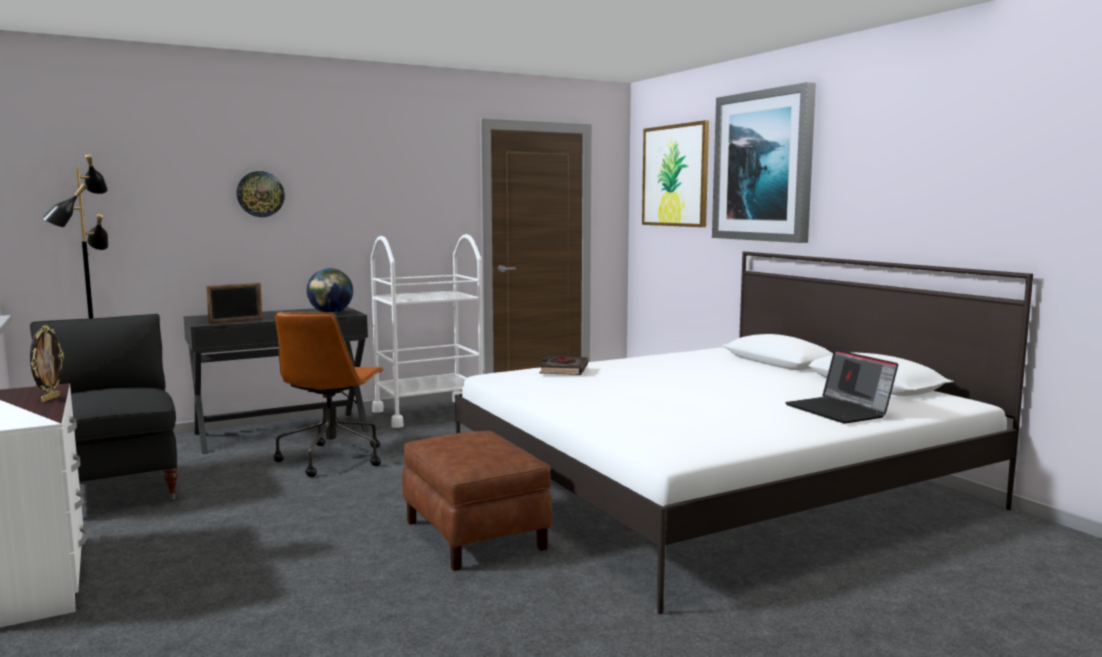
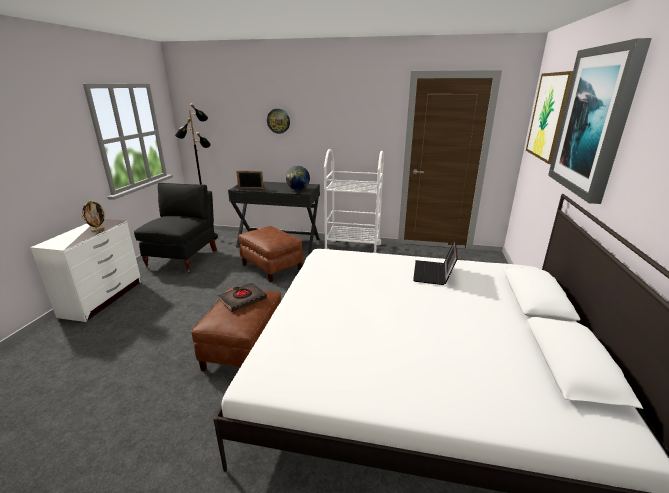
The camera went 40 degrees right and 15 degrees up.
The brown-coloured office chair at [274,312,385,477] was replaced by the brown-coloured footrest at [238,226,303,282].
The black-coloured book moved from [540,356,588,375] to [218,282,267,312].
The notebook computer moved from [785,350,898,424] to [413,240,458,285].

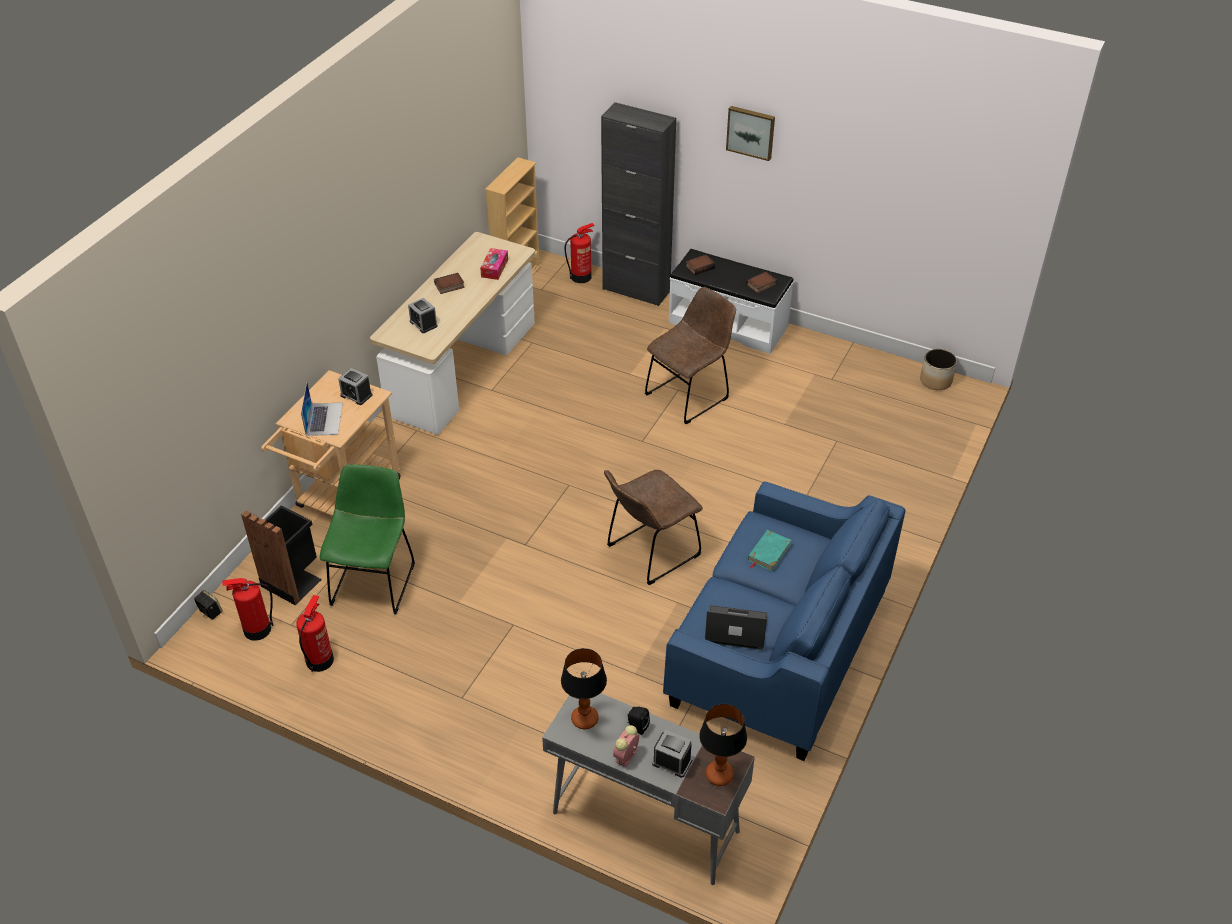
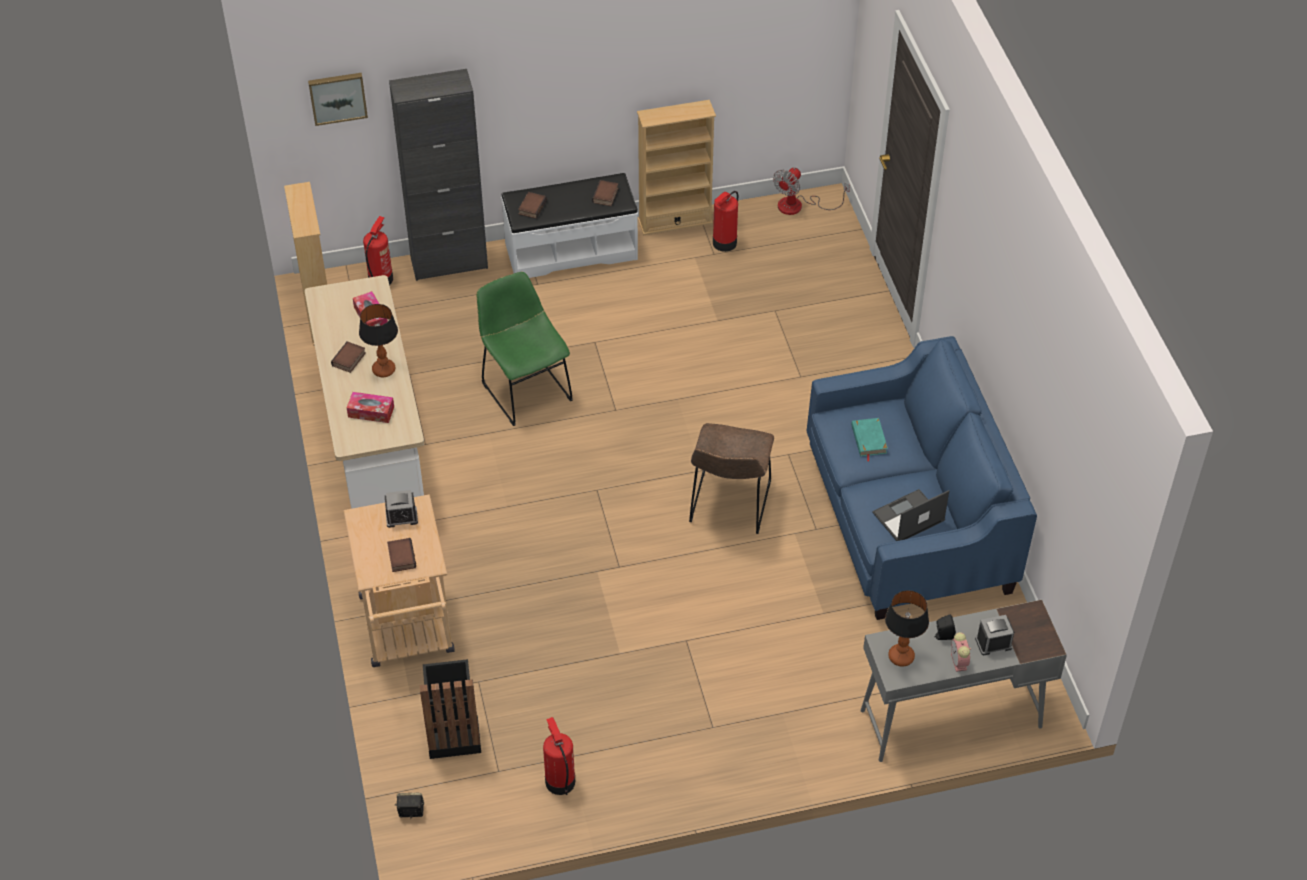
The camera went 40 degrees left and 5 degrees up.
The extinguisher moved from [222,578,273,641] to [713,191,738,252].
The notebook computer at [301,383,343,436] was replaced by the book at [387,538,416,572].
The green-coloured chair moved from [320,464,415,614] to [477,272,573,426].
The bedside clock at [408,298,438,333] was replaced by the box of tissues at [347,392,394,423].
The brown-coloured chair at [645,287,736,424] disappeared.
The tabletop lamp moved from [699,704,747,786] to [359,304,398,377].
The wall picture moved from [726,106,775,161] to [308,73,368,126].
The plant pot at [920,349,957,390] was replaced by the cooling fan at [773,168,850,215].
The beige-coloured shelving unit at [637,100,716,235] appeared.

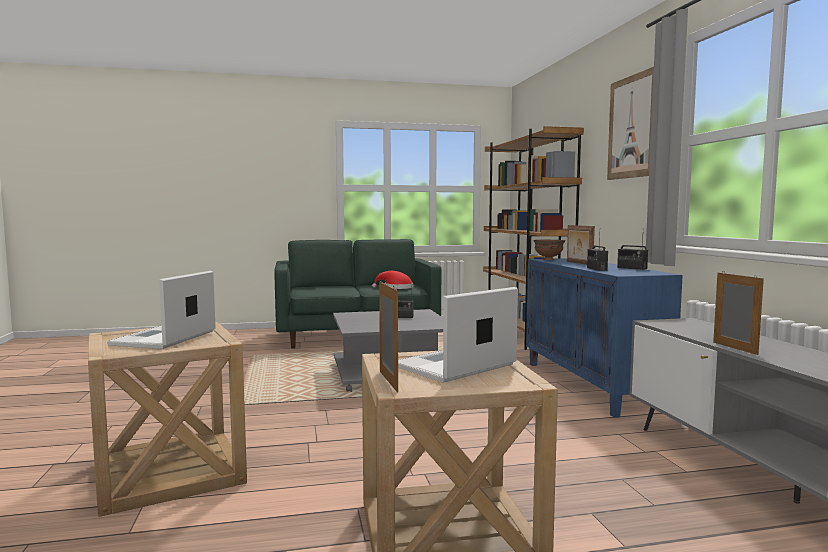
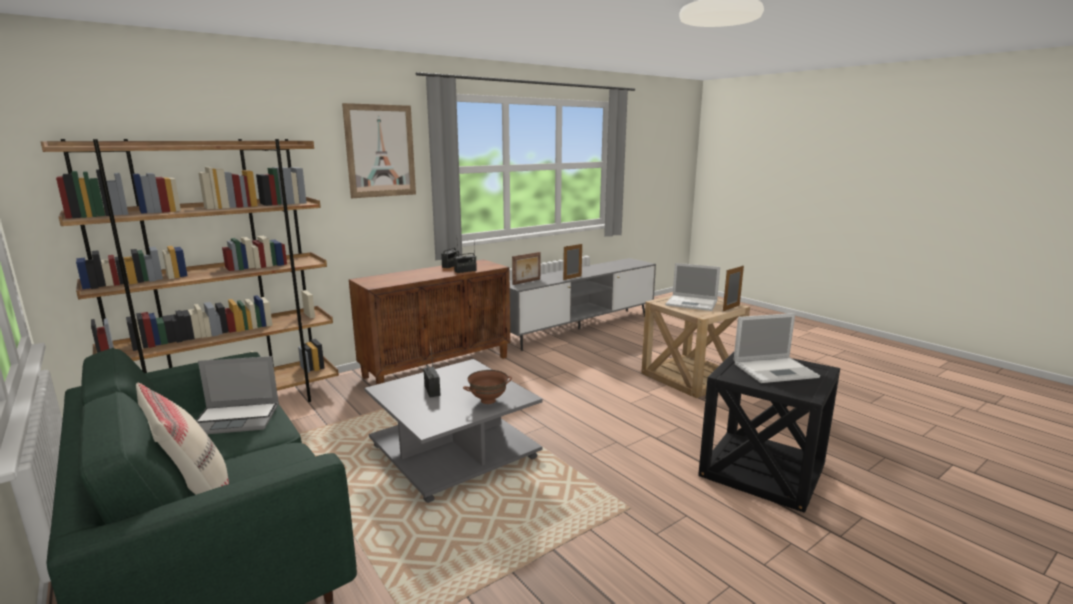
The camera went 115 degrees left and 10 degrees up.
The beige-coloured end table at [88,322,247,517] became the black-coloured end table at [698,352,840,513].
The reddish wearable hat at [372,271,413,289] was replaced by the notebook computer at [196,356,279,434].
The blue-coloured cupboard at [526,258,683,418] became the brown-coloured cupboard at [349,259,510,384].
The brown-coloured serving bowl moved from [533,240,565,260] to [463,370,512,404].
The photo frame moved from [567,225,595,265] to [512,252,540,285].
The beige-coloured throw pillow at [136,382,229,495] appeared.

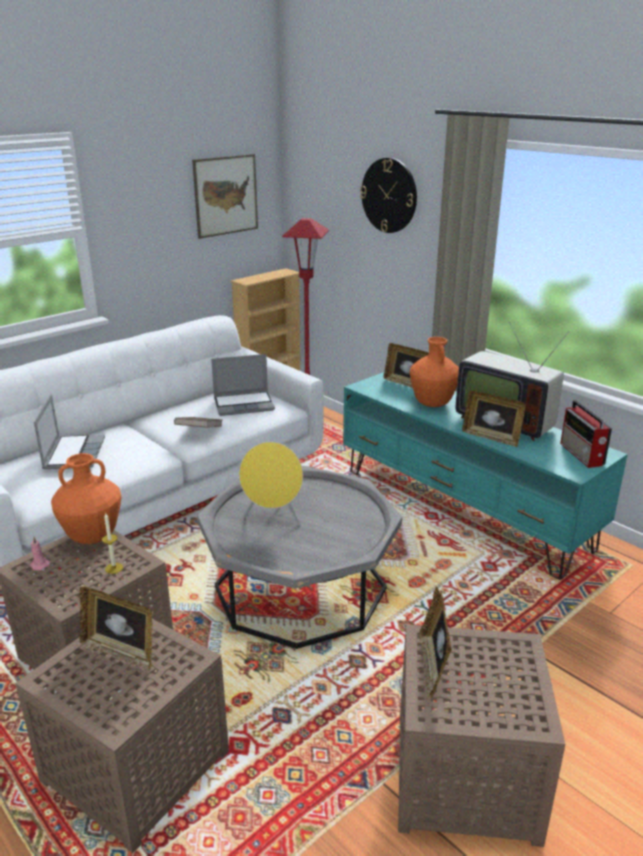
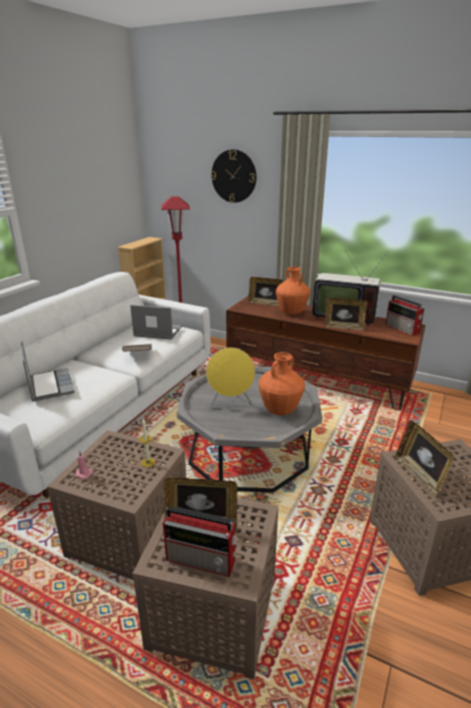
The camera went 20 degrees left and 0 degrees up.
The orangey vase moved from [51,453,122,544] to [259,352,305,415].
The wall picture at [192,154,258,239] disappeared.
The notebook computer at [211,354,275,416] turned 135 degrees counterclockwise.
The turquoise-coloured tv stand at [343,372,628,580] became the brown-coloured tv stand at [226,295,426,411].
The radio set at [163,506,238,577] appeared.

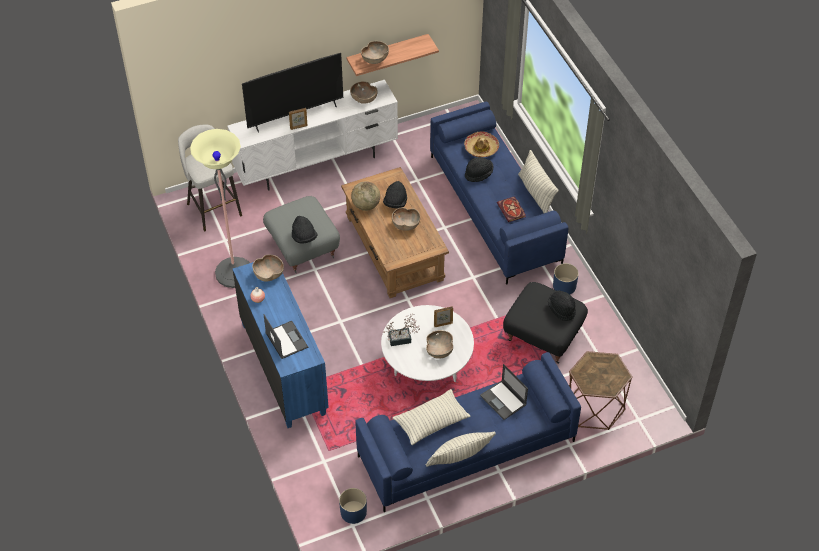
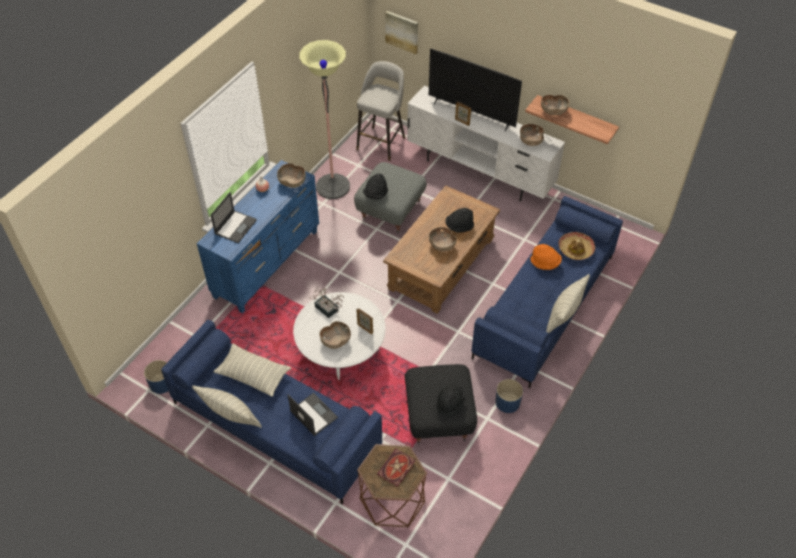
The camera went 55 degrees right and 0 degrees up.
The world globe at [351,181,380,211] disappeared.
The black-coloured wearable hat at [465,157,493,182] became the orangey wearable hat at [530,244,562,270].
The notebook computer at [480,364,528,420] turned 120 degrees clockwise.
The book moved from [497,196,526,222] to [377,449,415,487].
The wall picture at [385,11,418,54] appeared.

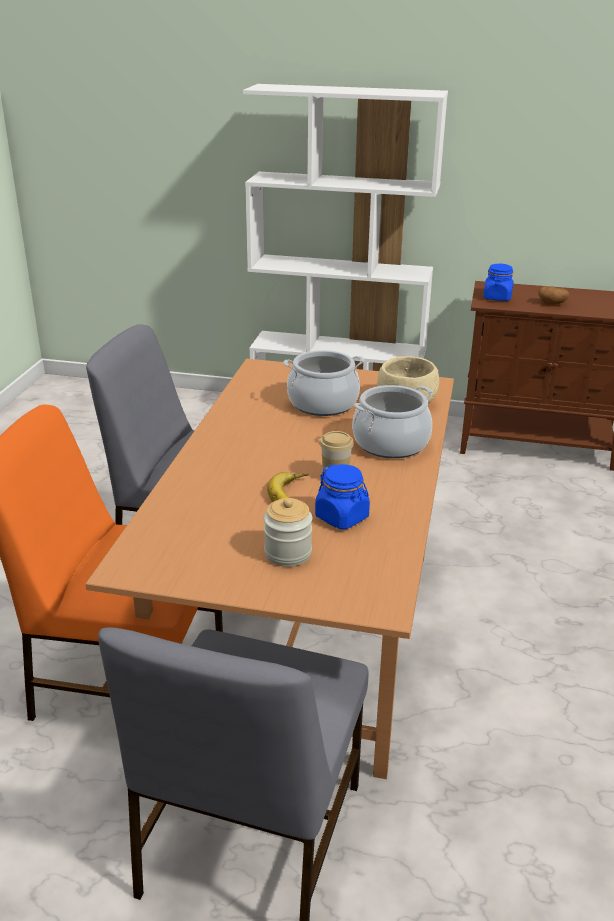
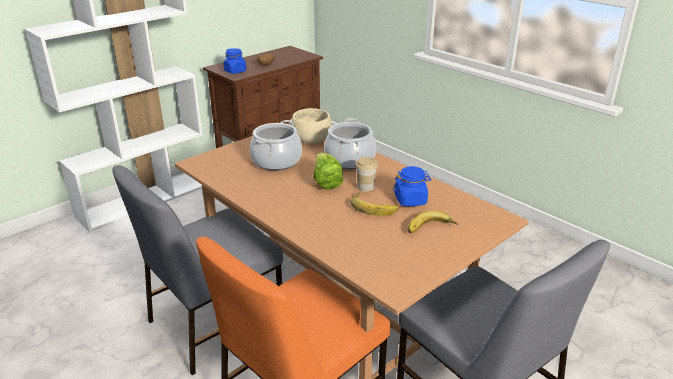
The camera went 55 degrees left and 0 degrees up.
The storage jar at [264,498,312,567] was replaced by the whole banana at [408,210,458,233].
The head of lettuce at [313,153,343,189] appeared.

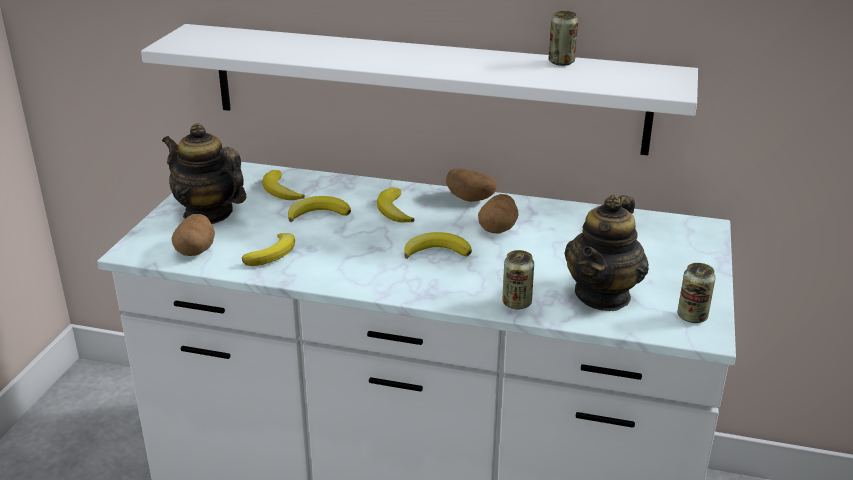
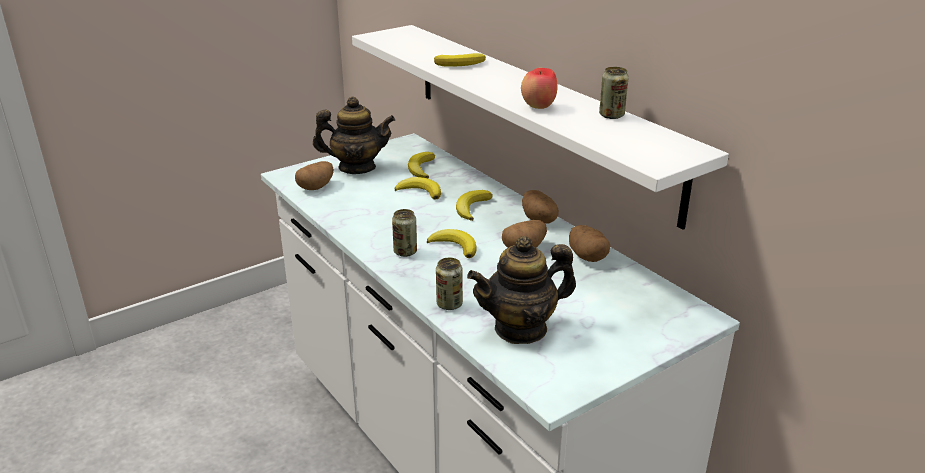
The camera went 40 degrees right and 0 degrees up.
The teapot at [162,123,246,224] turned 105 degrees clockwise.
The whole banana moved from [242,233,295,266] to [434,53,486,67].
The sealed can moved from [678,263,716,323] to [392,209,417,257].
The whole apple at [521,68,557,109] appeared.
The whole potato at [569,225,610,262] appeared.

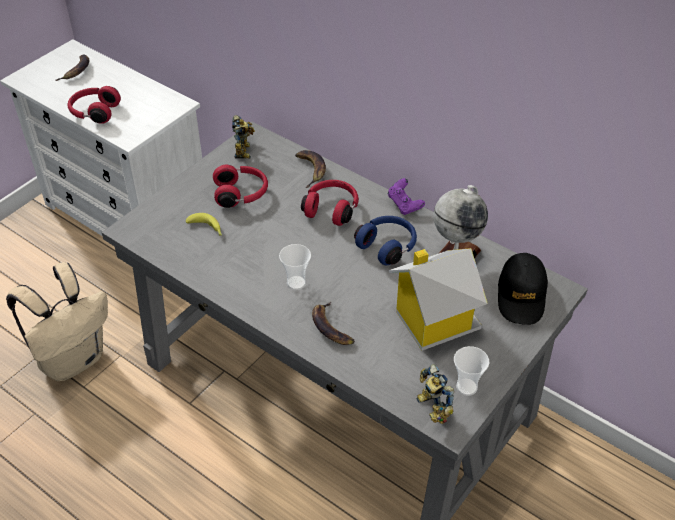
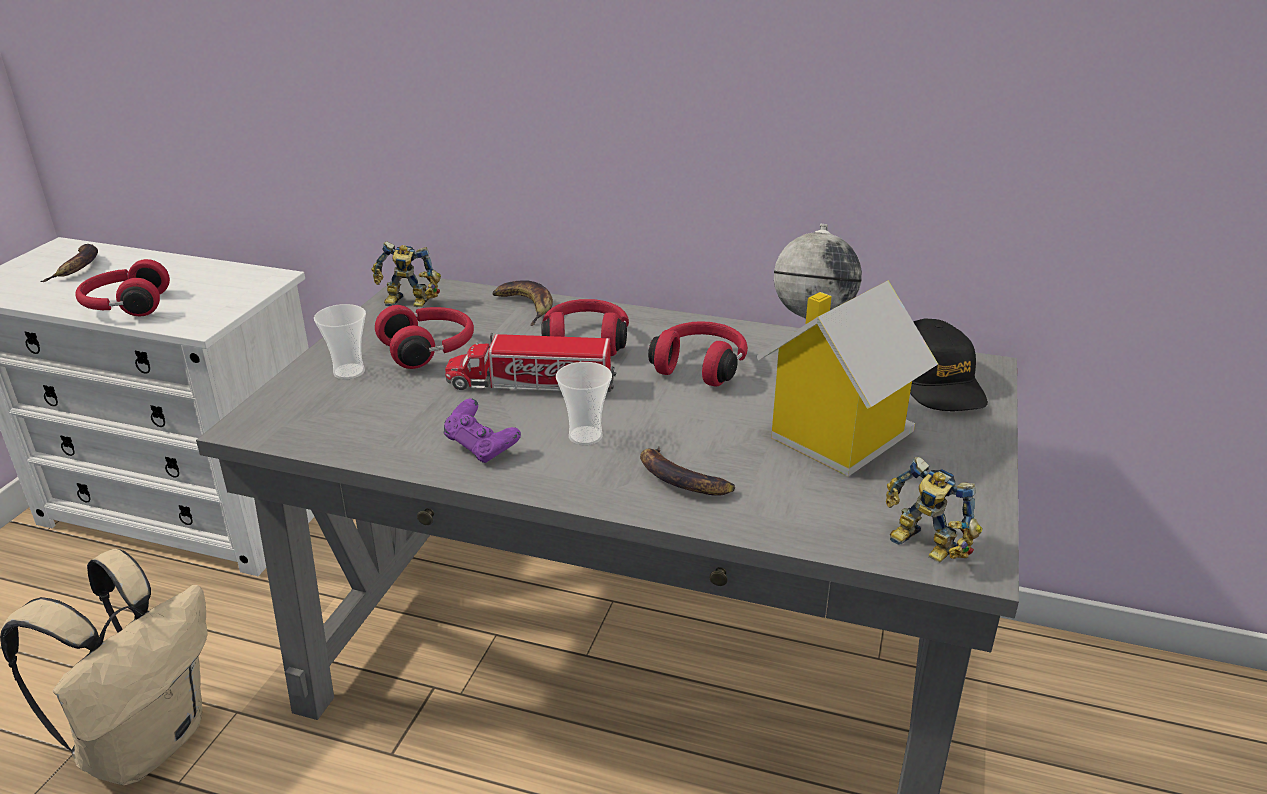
The camera went 20 degrees left and 15 degrees down.
The whole banana at [186,213,222,236] disappeared.
The toy robot at [232,115,255,159] turned 120 degrees clockwise.
The blue-coloured pair of headphones at [354,216,417,266] became the reddish pair of headphones at [648,321,748,386].
The purplish game controller moved from [388,178,425,215] to [444,398,521,463].
The drinking cup moved from [454,346,489,396] to [314,304,366,379].
The toy lorry at [445,333,617,392] appeared.

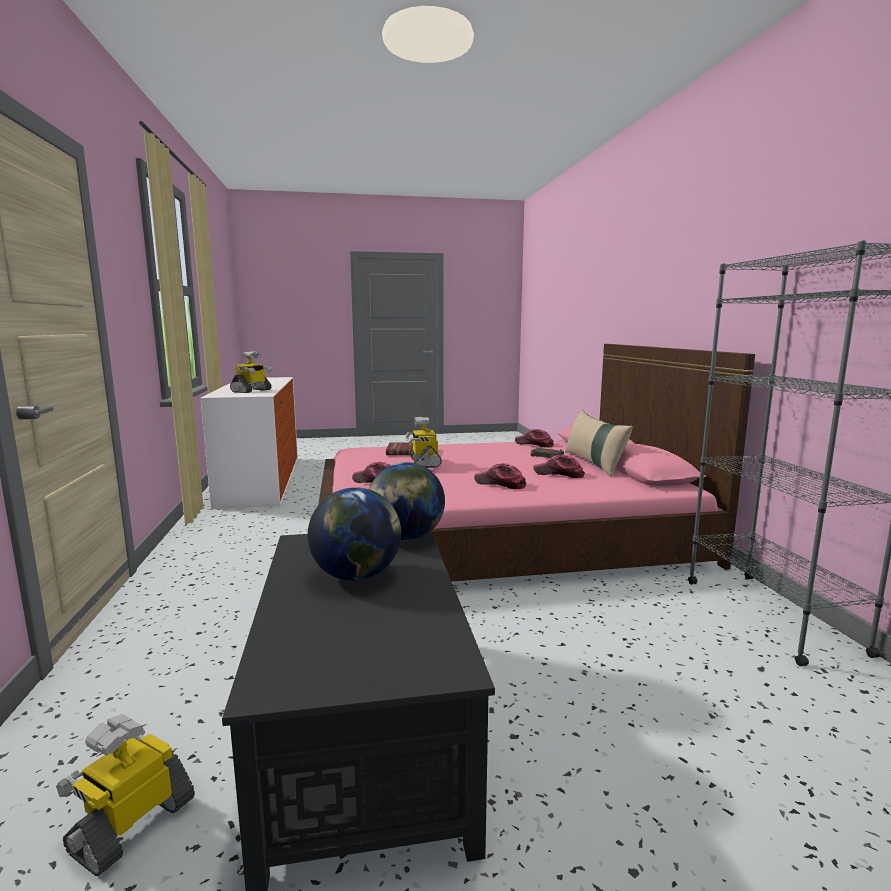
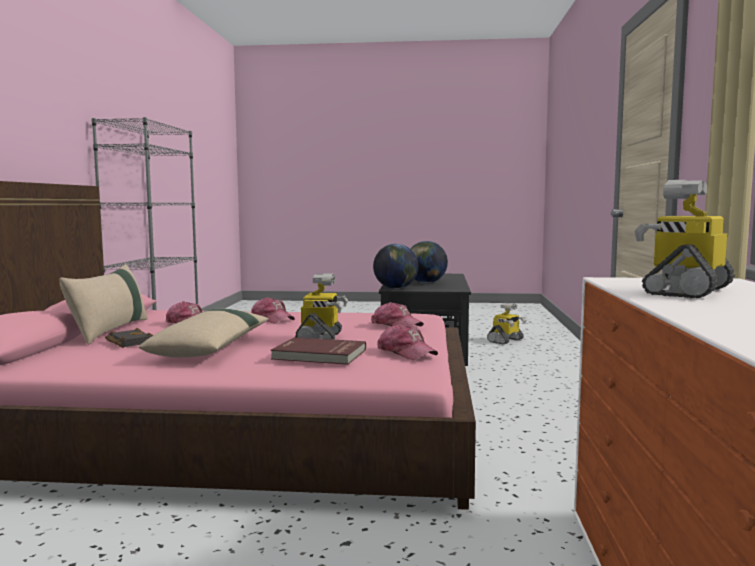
The camera went 165 degrees left and 5 degrees down.
The baseball cap moved from [515,429,554,448] to [377,324,438,360].
The beige-coloured throw pillow at [139,308,269,357] appeared.

